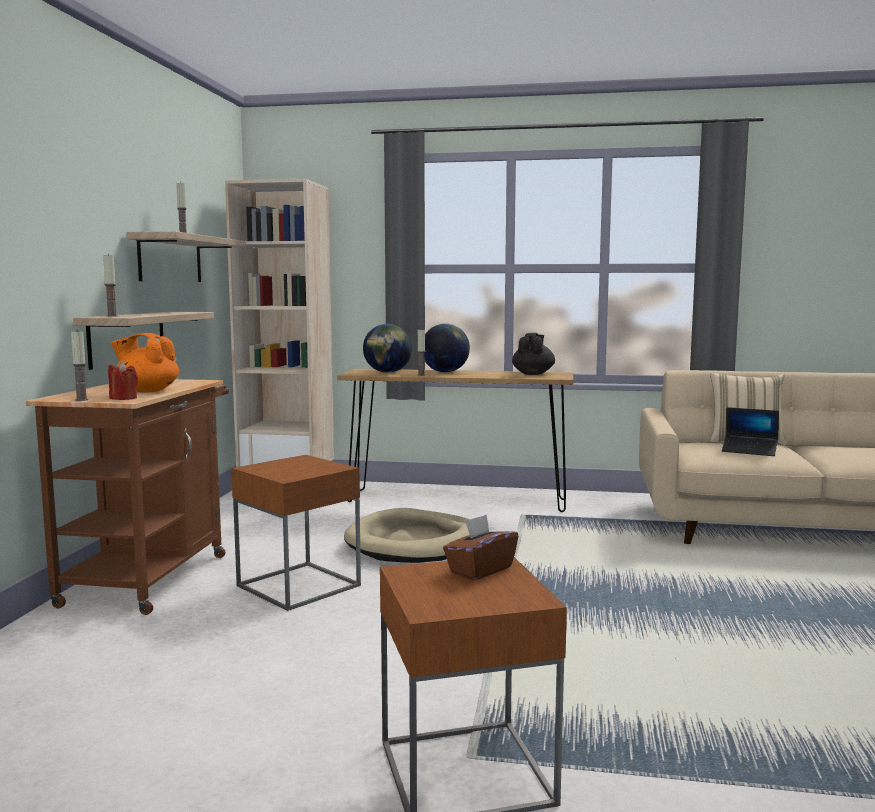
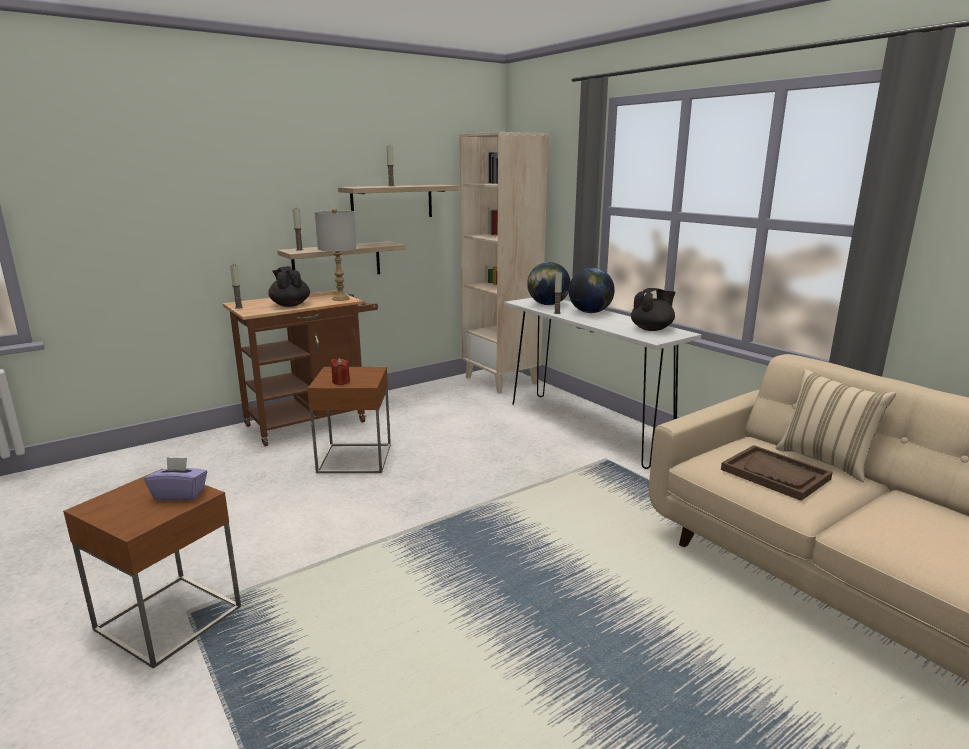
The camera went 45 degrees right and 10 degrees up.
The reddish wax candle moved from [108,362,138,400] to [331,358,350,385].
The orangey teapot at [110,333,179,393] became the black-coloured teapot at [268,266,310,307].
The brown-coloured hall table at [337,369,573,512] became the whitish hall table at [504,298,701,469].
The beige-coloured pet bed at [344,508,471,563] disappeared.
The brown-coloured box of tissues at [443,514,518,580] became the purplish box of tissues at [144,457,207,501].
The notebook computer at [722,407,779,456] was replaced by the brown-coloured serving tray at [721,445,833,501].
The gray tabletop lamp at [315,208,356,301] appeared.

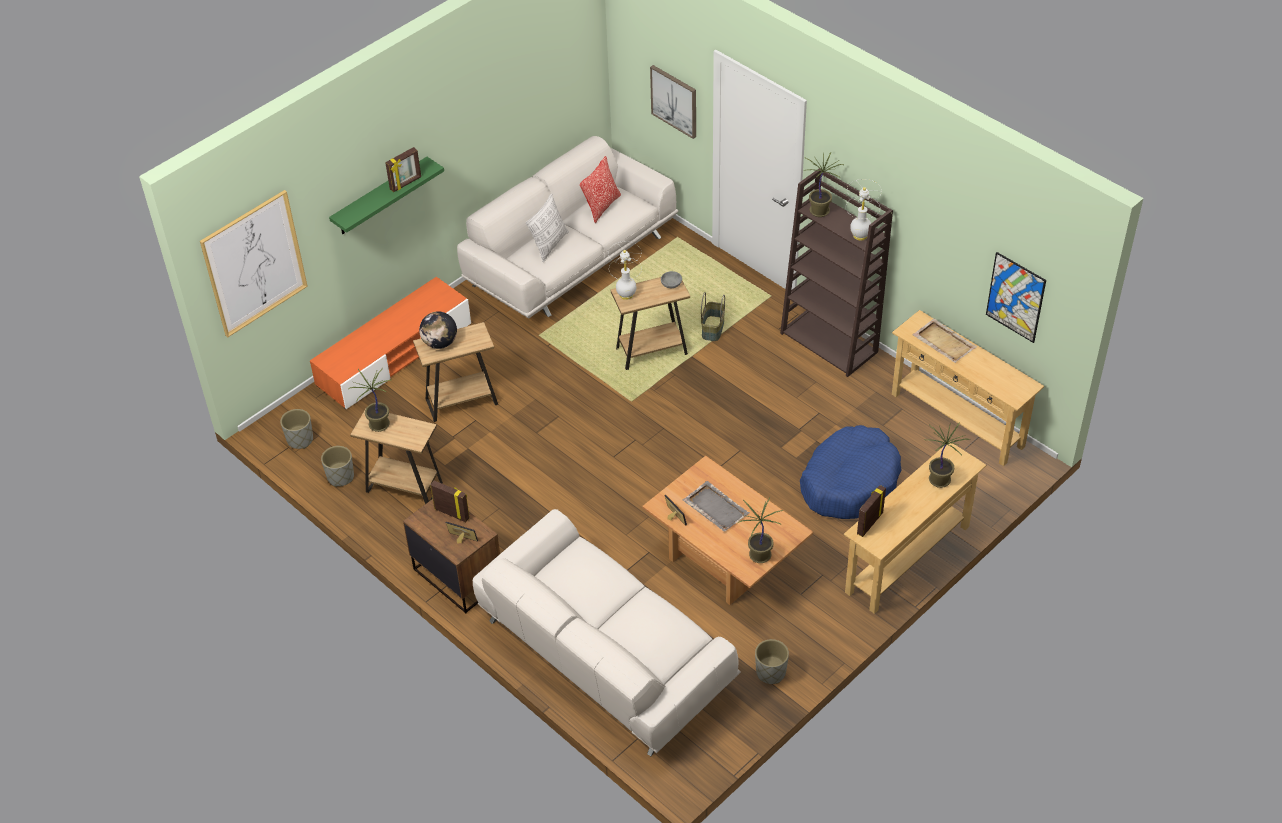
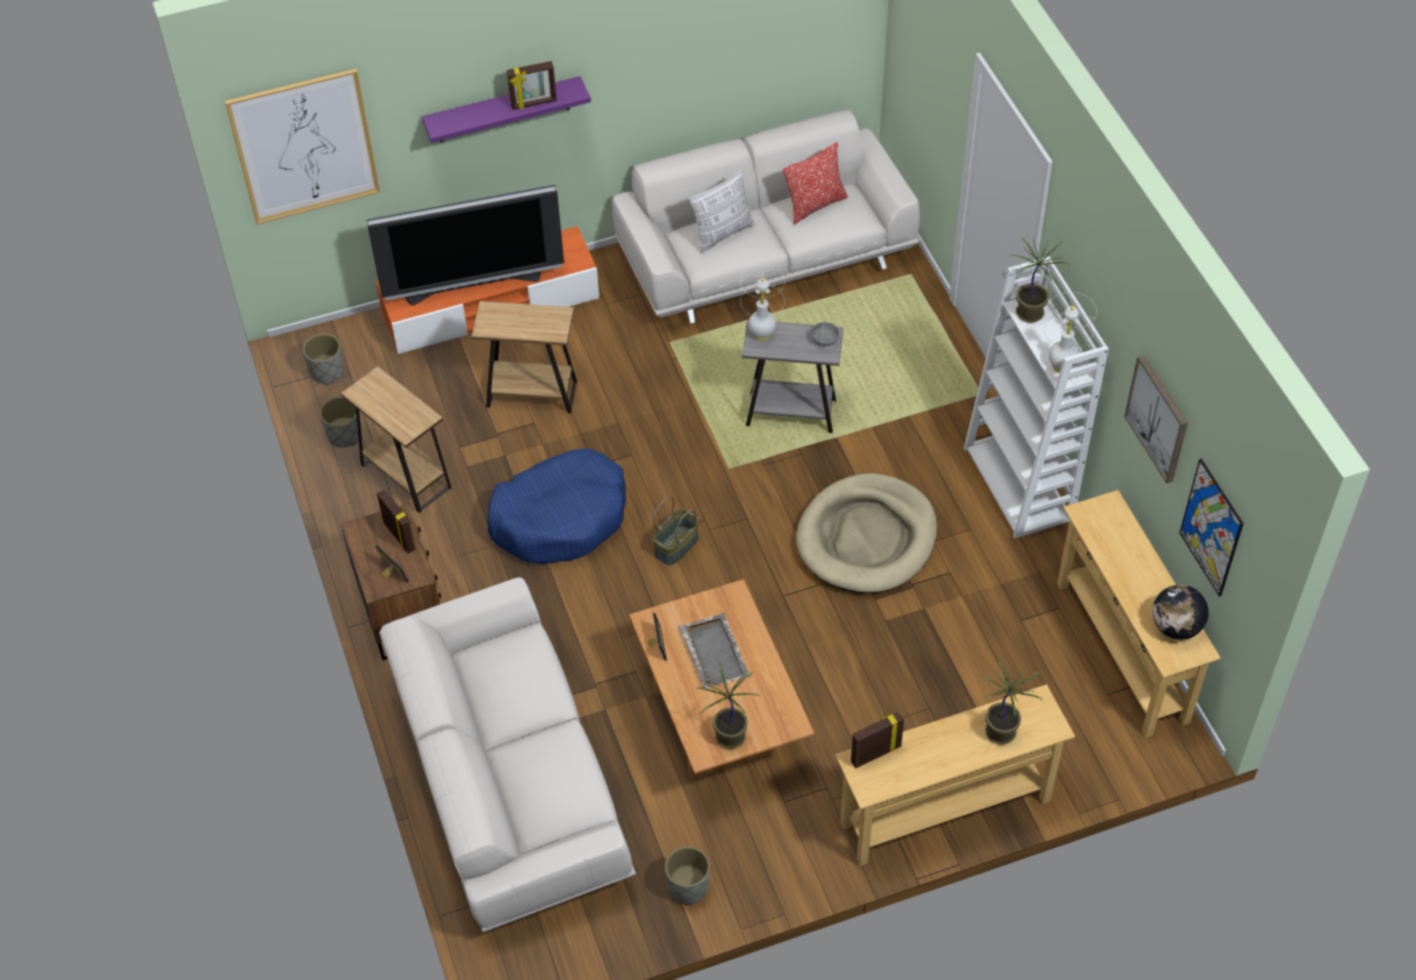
The camera went 25 degrees right and 5 degrees up.
The green-coloured bracket shelf at [329,157,444,234] became the purplish bracket shelf at [422,76,591,143].
The plant in a pot at [348,368,391,432] disappeared.
The world globe moved from [419,311,457,349] to [1152,585,1209,640].
The brown-coloured end table at [610,277,690,370] became the gray end table at [742,320,843,433].
The wall picture moved from [650,65,696,139] to [1124,355,1188,483].
The basket moved from [701,292,725,341] to [653,497,699,565].
The brown-coloured shelving unit at [780,168,893,377] became the whitish shelving unit at [964,256,1109,539].
The blue-coloured pet bed moved from [800,425,901,519] to [487,448,626,564].
The beige-coloured serving tray at [912,319,977,363] disappeared.
The TV at [366,185,564,306] appeared.
The beige-coloured pet bed at [796,473,937,593] appeared.

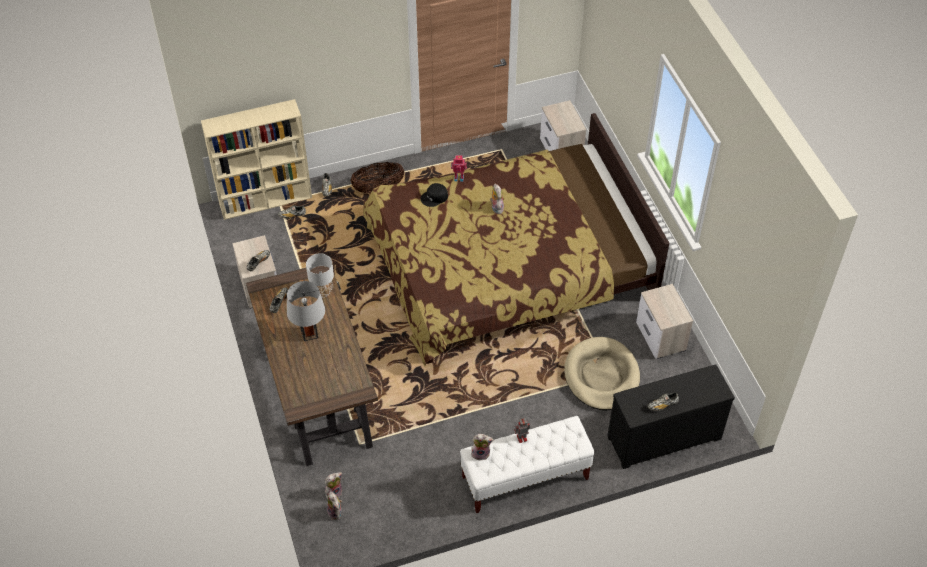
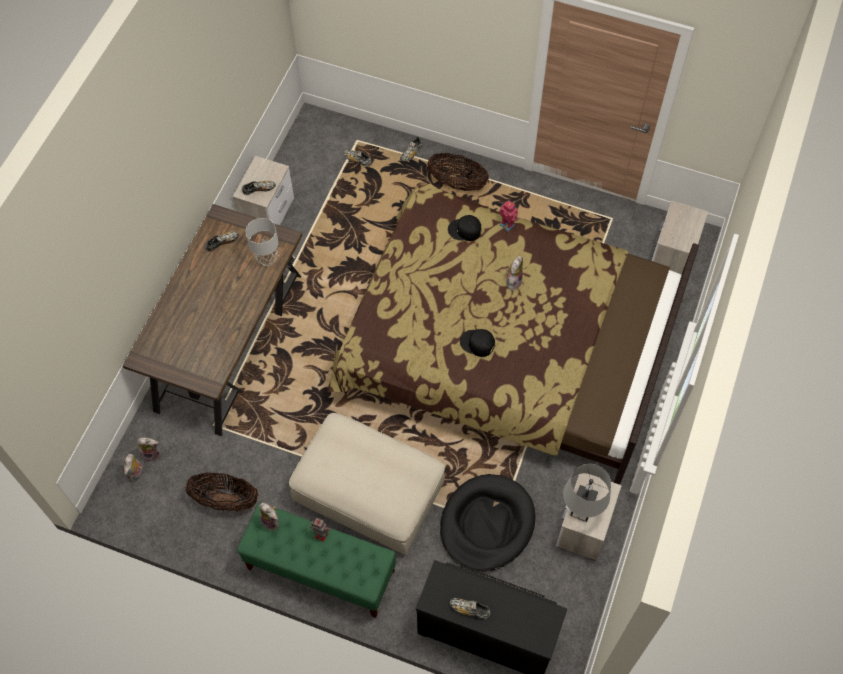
The camera went 40 degrees right and 10 degrees up.
The beige-coloured shelving unit at [201,99,312,220] disappeared.
The gray tabletop lamp moved from [287,281,325,341] to [563,463,611,522].
The whitish long seat at [460,416,594,513] became the green-coloured long seat at [237,503,396,618].
The beige-coloured pet bed at [564,337,640,411] became the black-coloured pet bed at [440,474,535,572].
The basket at [185,472,258,512] appeared.
The beige-coloured footrest at [289,413,445,555] appeared.
The black-coloured baseball cap at [460,329,495,357] appeared.

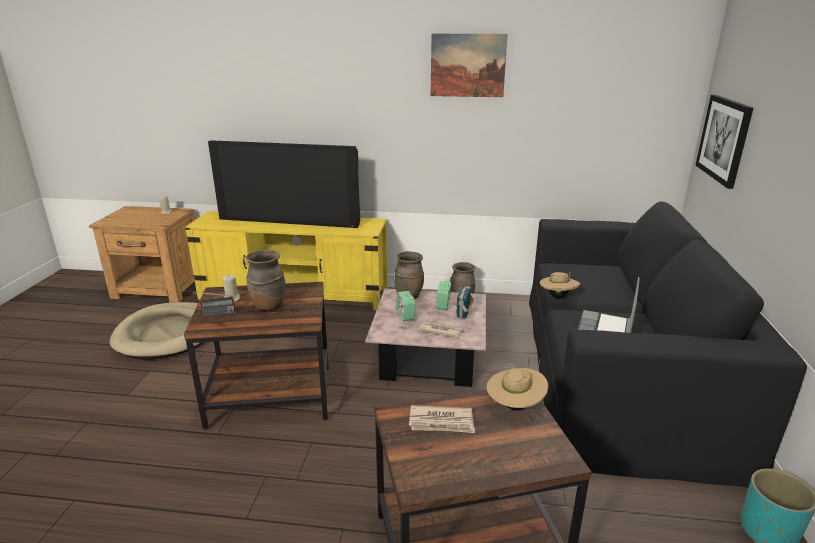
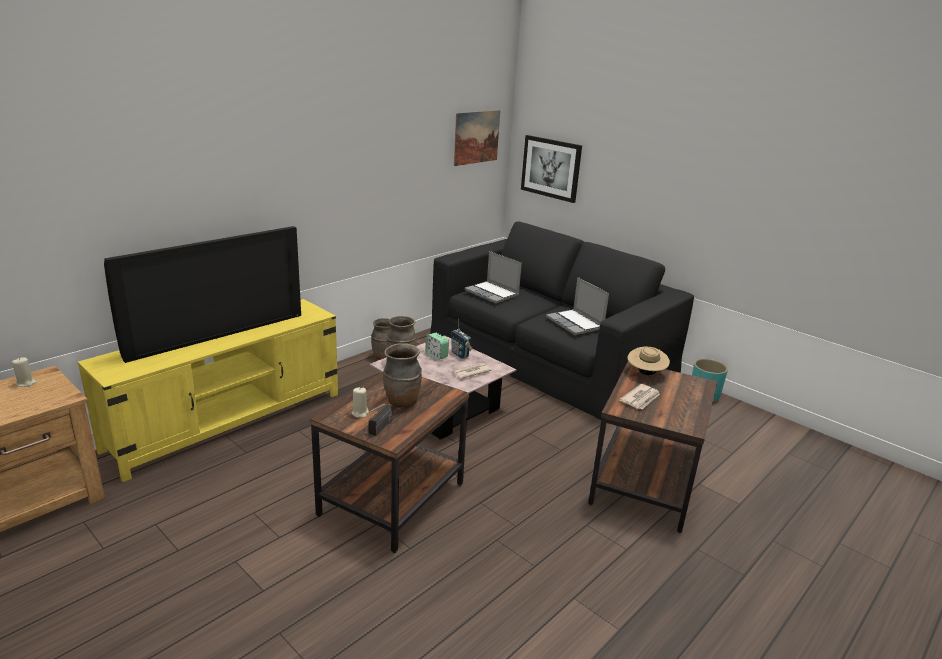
The camera went 55 degrees left and 0 degrees up.
The beige-coloured pet bed at [110,302,204,360] disappeared.
The bedside clock at [396,291,415,321] disappeared.
The wall picture moved from [431,34,508,97] to [454,110,500,166].
The beige-coloured wearable hat at [540,272,580,298] disappeared.
The notebook computer at [465,251,522,303] appeared.

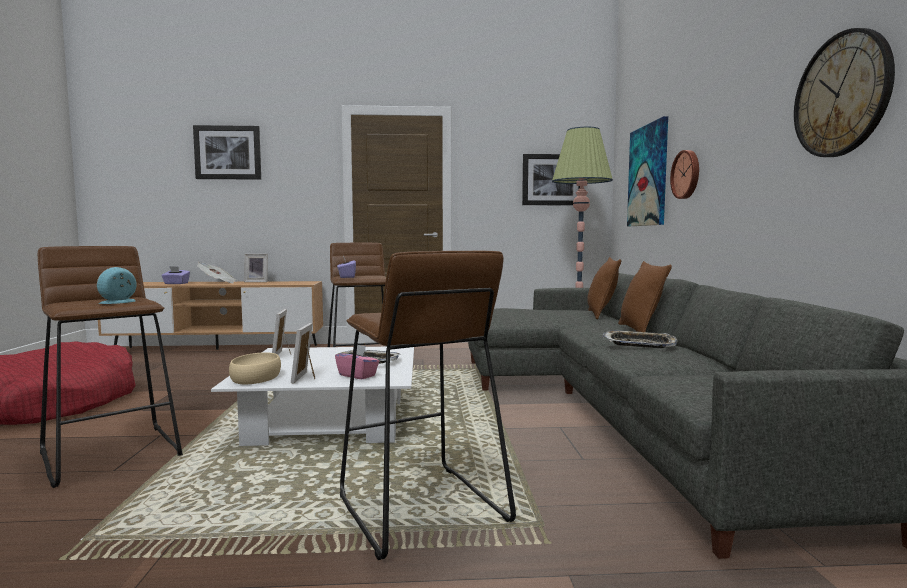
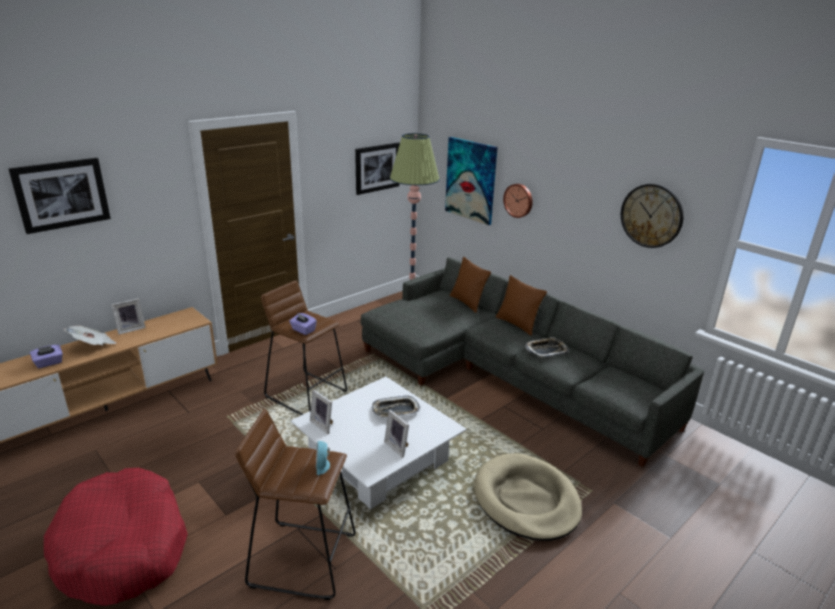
The camera went 40 degrees left and 20 degrees up.
The beige-coloured serving bowl at [229,352,281,384] disappeared.
The pink-coloured box of tissues at [335,345,379,379] disappeared.
The brown-coloured stool seat at [340,251,516,560] was replaced by the beige-coloured pet bed at [474,453,582,541].

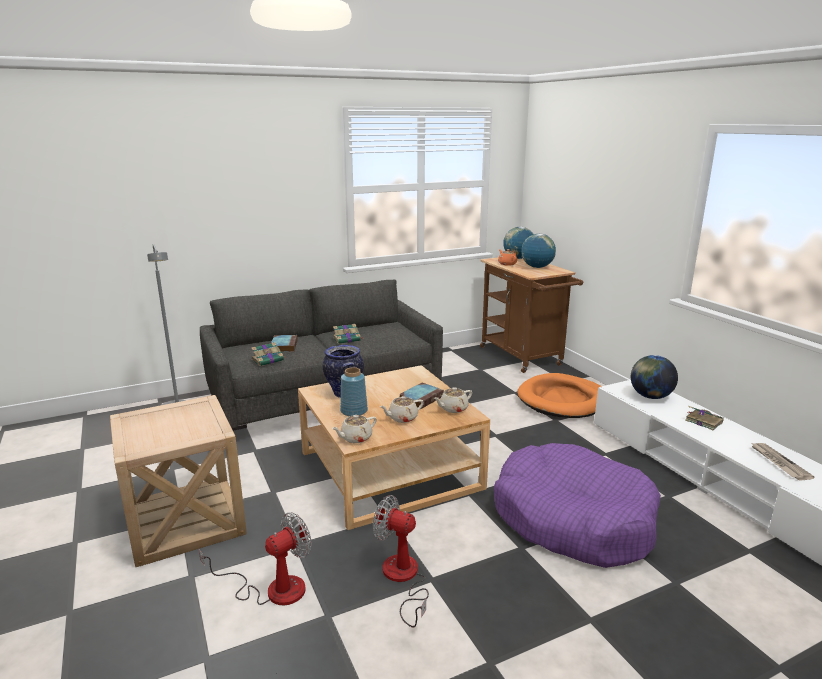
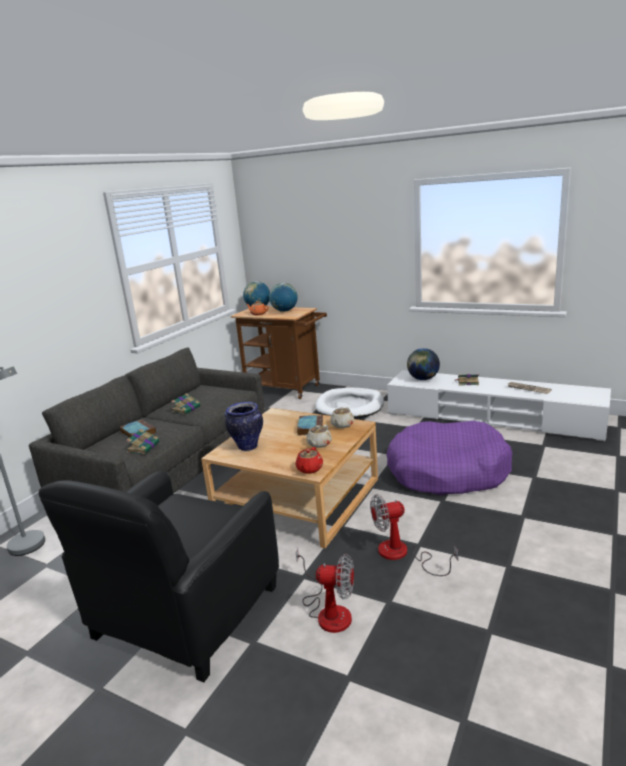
The camera went 35 degrees left and 0 degrees up.
The beige-coloured end table at [110,395,247,567] was replaced by the black-coloured armchair at [39,471,279,682].
The cooling fan at [199,512,312,605] turned 90 degrees clockwise.
The beige-coloured teapot at [332,415,377,443] became the reddish teapot at [295,447,323,474].
The blue-coloured vase at [340,367,368,416] disappeared.
The orangey pet bed at [517,373,601,418] became the whitish pet bed at [315,388,384,419].

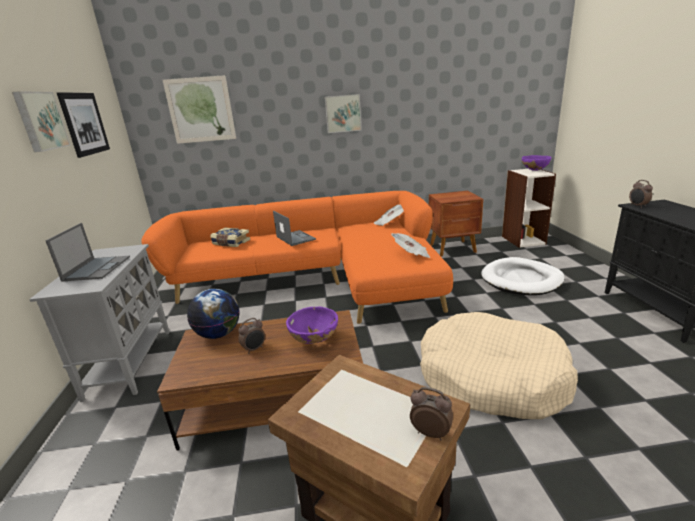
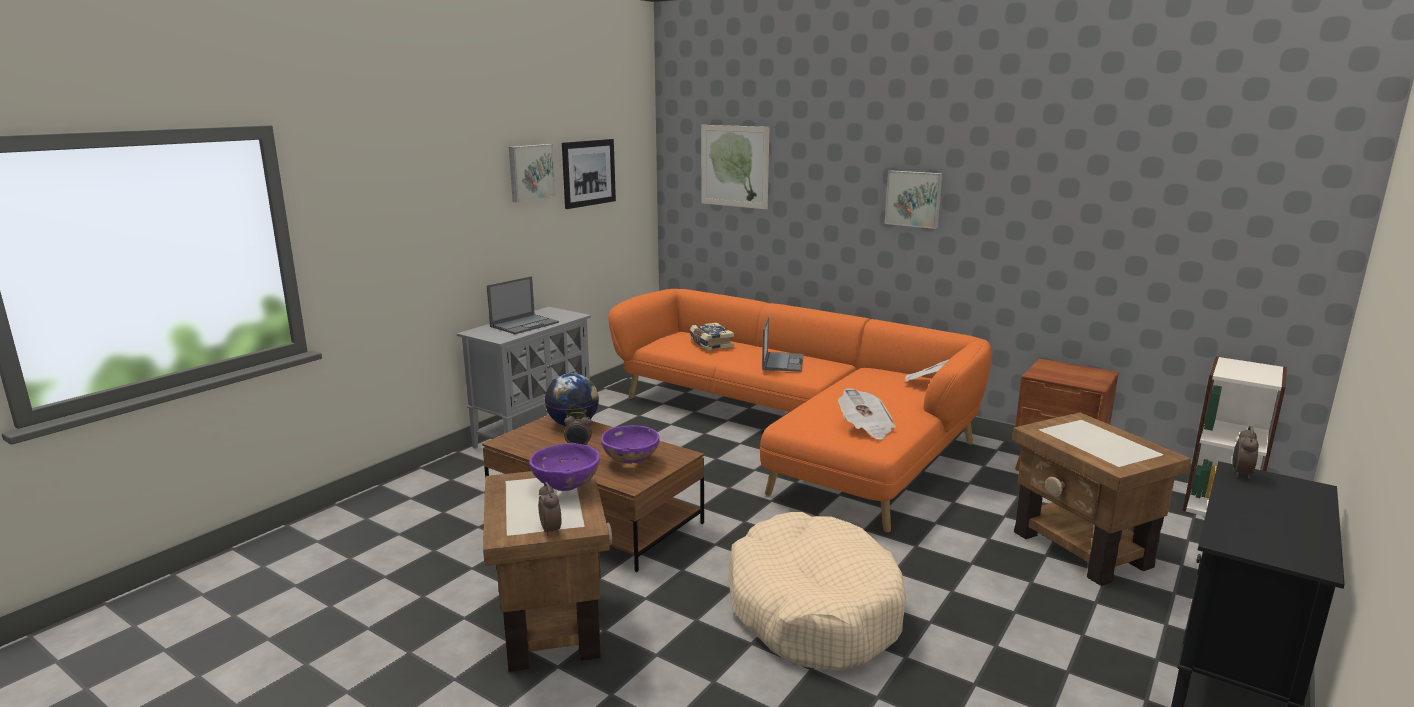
The camera went 40 degrees right and 5 degrees down.
The whitish pet bed at [481,257,565,295] was replaced by the brown-coloured end table at [1012,413,1191,586].
The purplish serving bowl moved from [522,155,551,171] to [529,443,600,491].

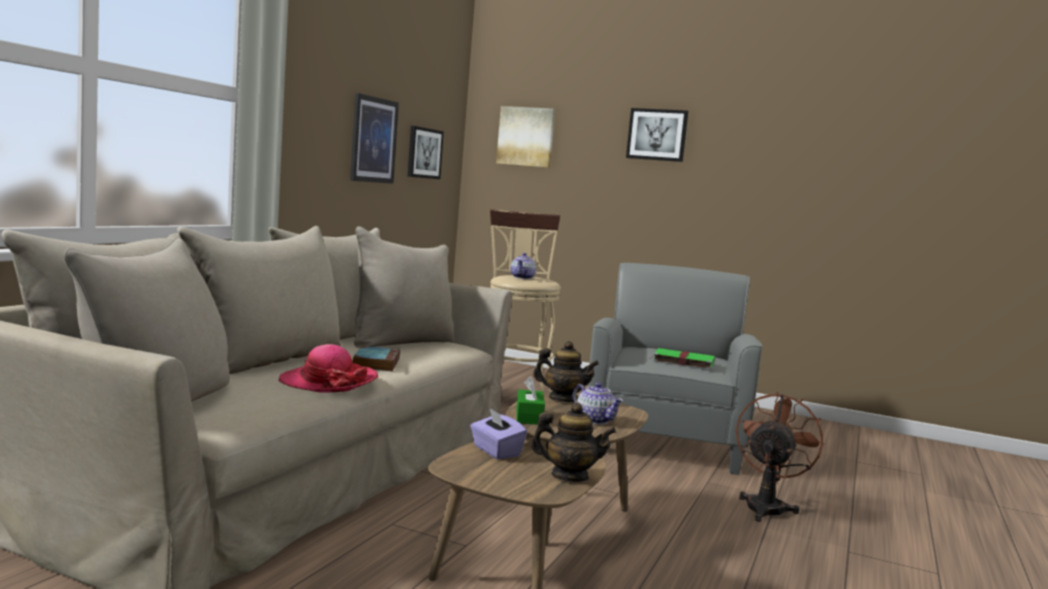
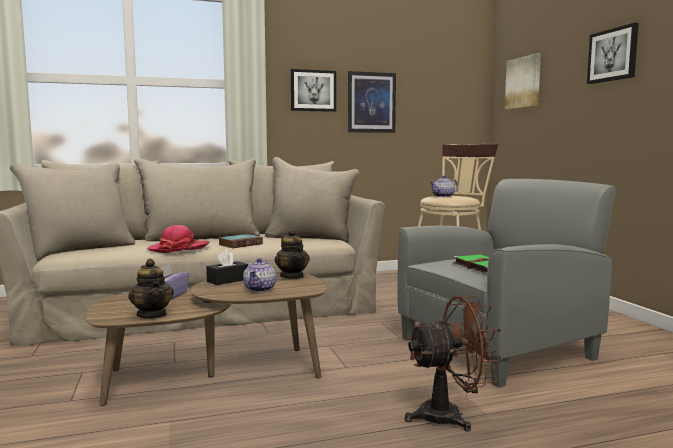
The camera went 50 degrees right and 0 degrees up.
The wall picture moved from [407,126,444,179] to [291,69,336,112].
The green-coloured box of tissues at [516,376,545,425] became the black-coloured box of tissues at [206,250,248,285].

